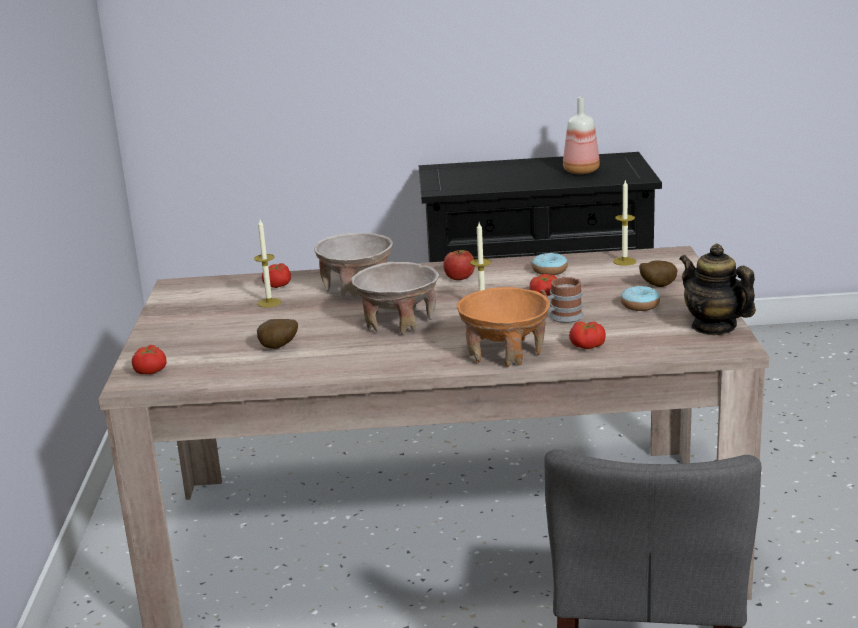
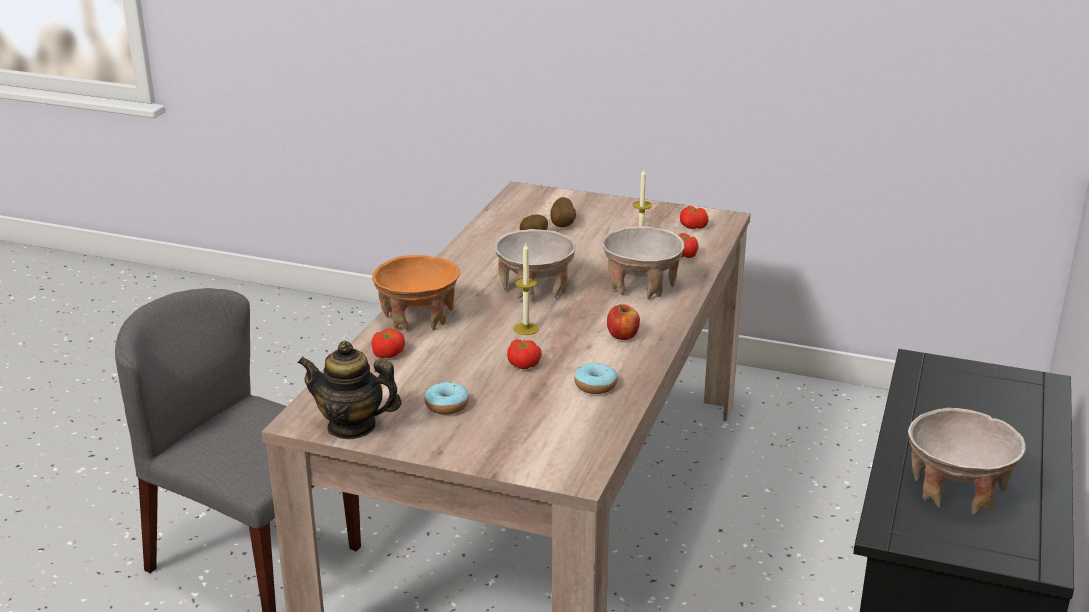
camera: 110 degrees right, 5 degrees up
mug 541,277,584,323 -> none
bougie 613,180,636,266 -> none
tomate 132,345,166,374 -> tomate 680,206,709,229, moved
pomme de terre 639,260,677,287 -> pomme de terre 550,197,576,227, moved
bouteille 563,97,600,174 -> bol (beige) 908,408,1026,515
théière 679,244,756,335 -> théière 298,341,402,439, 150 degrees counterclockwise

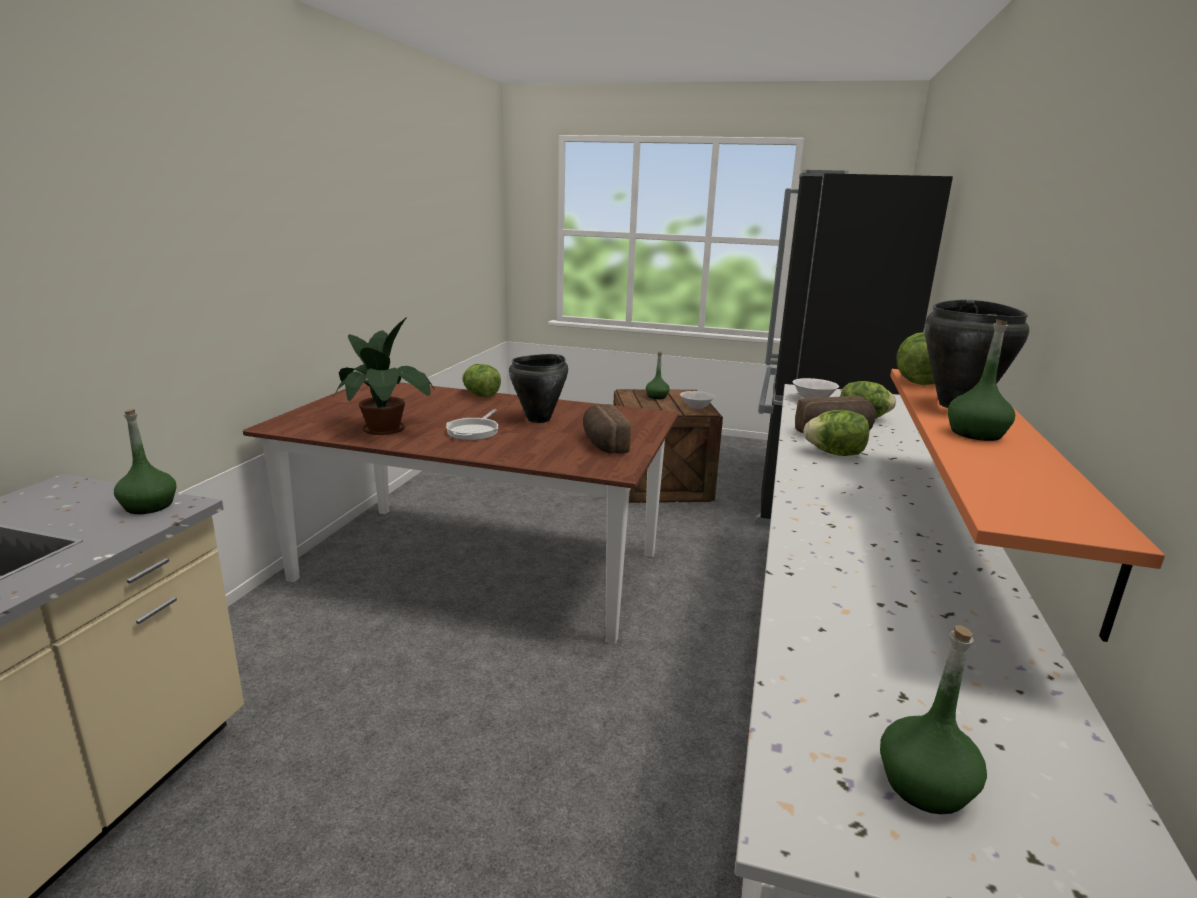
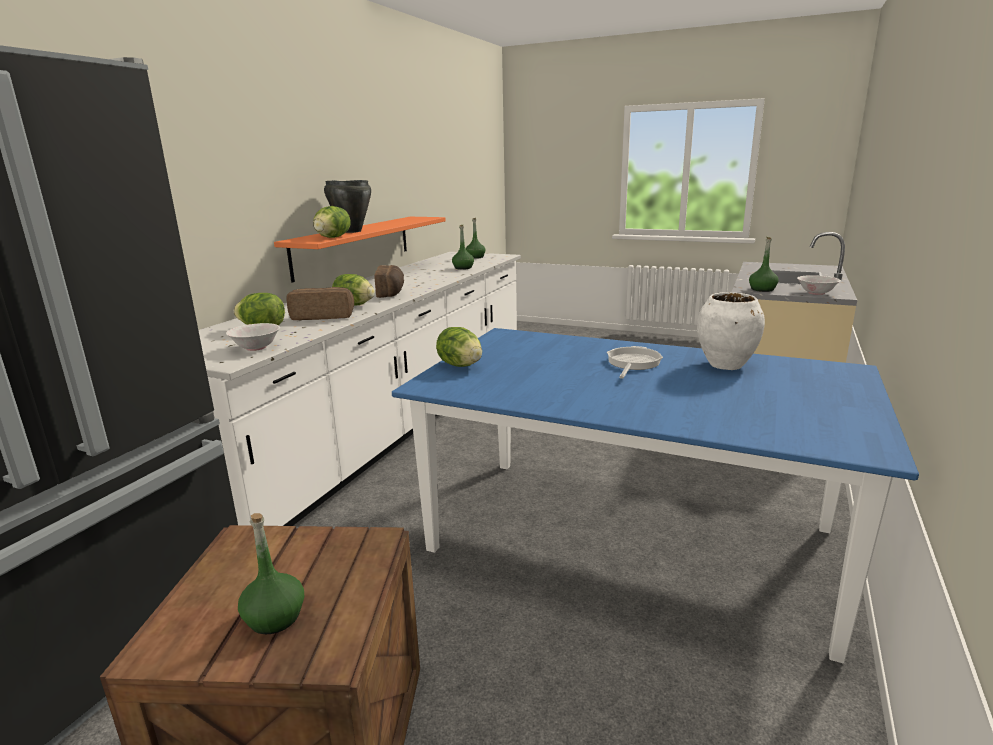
camera: 170 degrees left, 0 degrees up
marmite (noir) 509,354,568,423 -> none
laitue 462,364,501,397 -> laitue 436,327,482,367, moved
pain 583,404,631,454 -> pain 374,265,404,298, moved
bol (blanc) 680,391,715,410 -> bol (blanc) 797,275,841,295, moved
bouteille (vert) 947,319,1015,441 -> bouteille (vert) 452,225,474,270, moved
plante en pot 334,318,434,435 -> vase (blanc) 697,292,765,370
table à manger (marron) 243,380,678,644 -> table à manger (bleu) 392,328,919,664

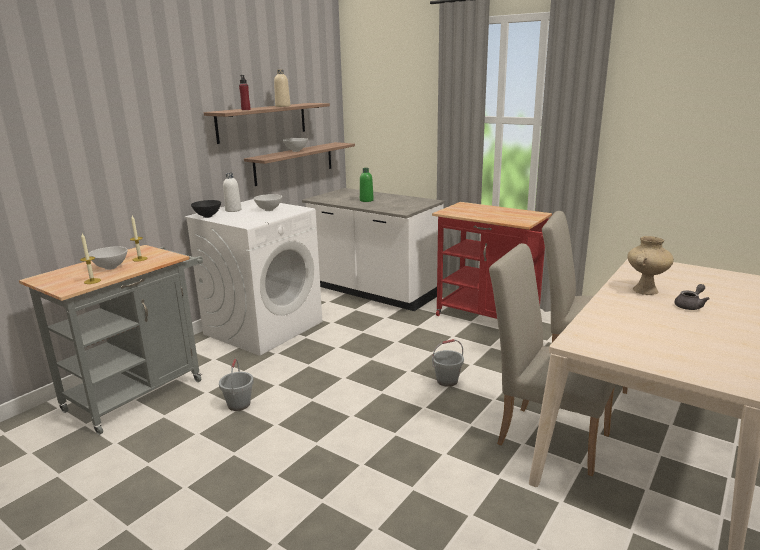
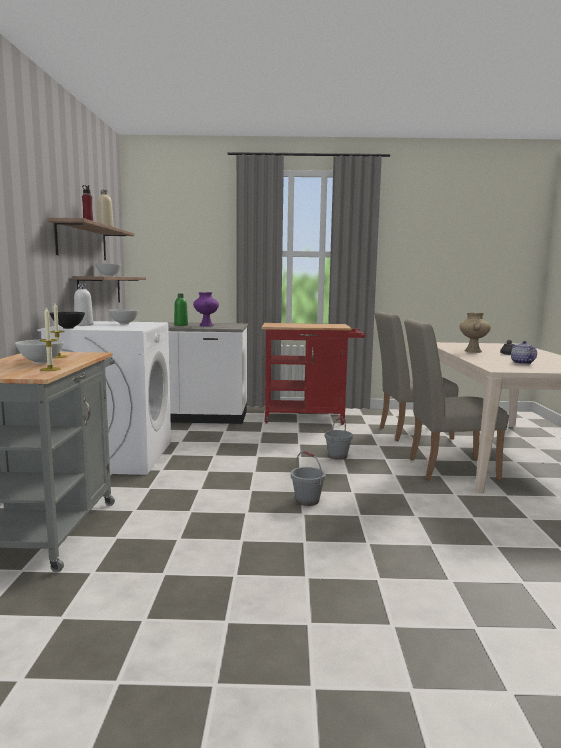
camera: 35 degrees left, 10 degrees down
none -> vase (violet) 193,292,219,327
none -> théière 511,341,537,364
seau (gris) 219,359,254,411 -> seau (gris) 291,451,326,506, moved

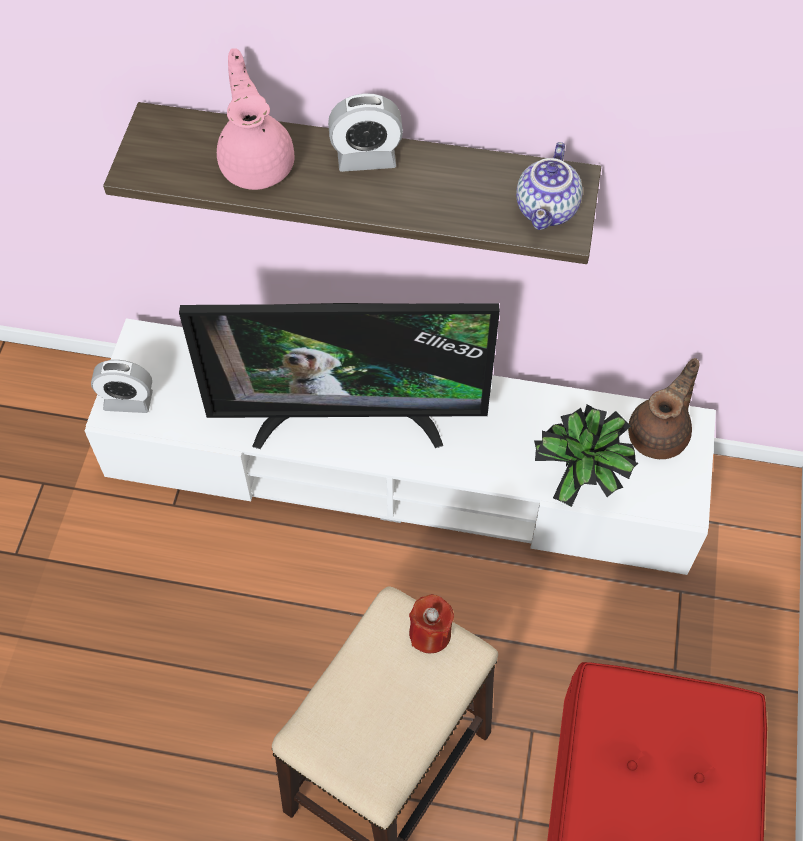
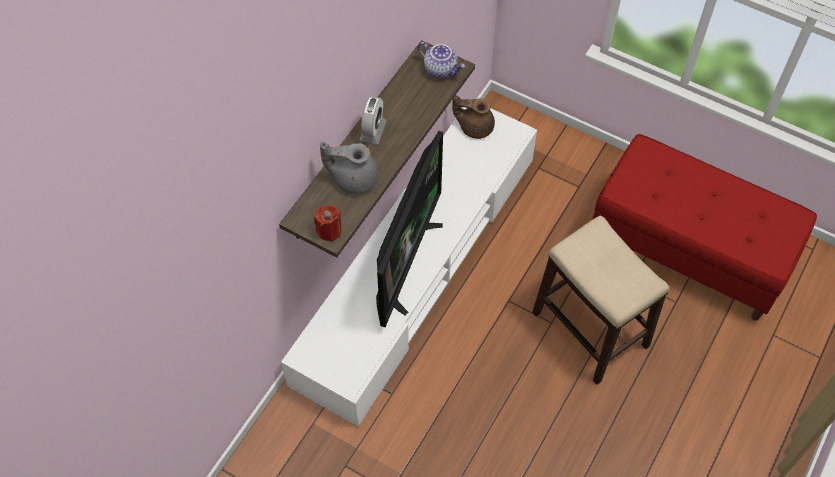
camera: 70 degrees left, 0 degrees up
réveil 91,360,153,413 -> none
plante en pot 534,404,638,507 -> none
bougie (rouge) 409,594,454,653 -> bougie (rouge) 314,205,342,241, moved
théière (rose) 217,48,294,190 -> théière (gris) 320,142,379,194
théière (marron) 628,358,700,459 -> théière (marron) 452,95,495,139, 45 degrees counterclockwise

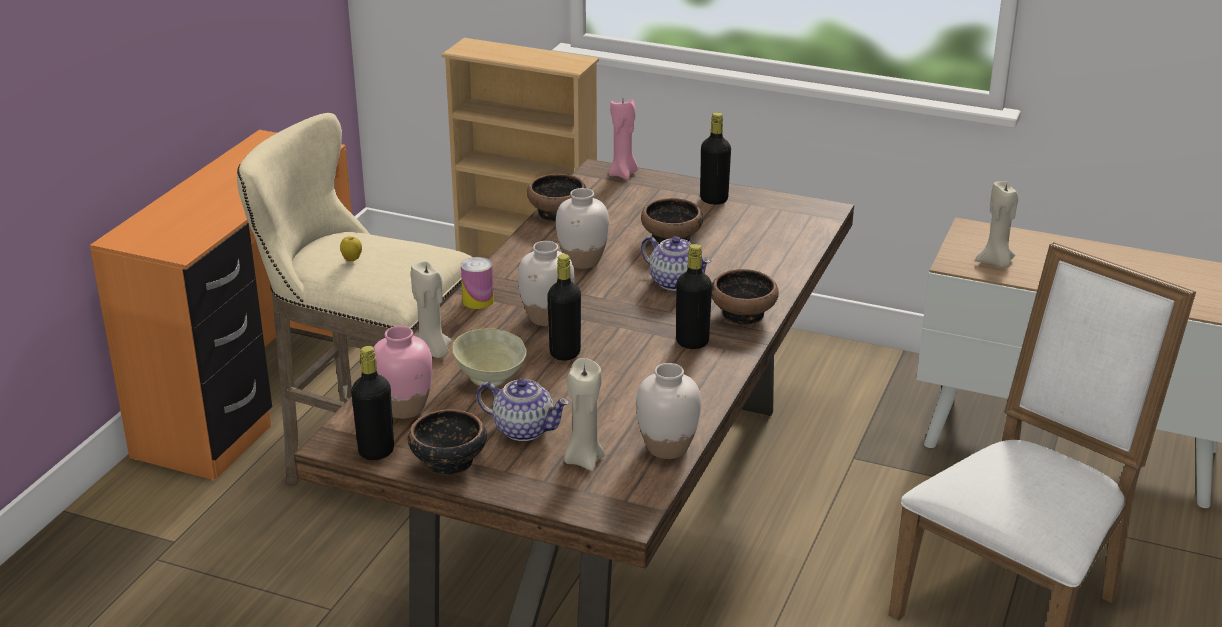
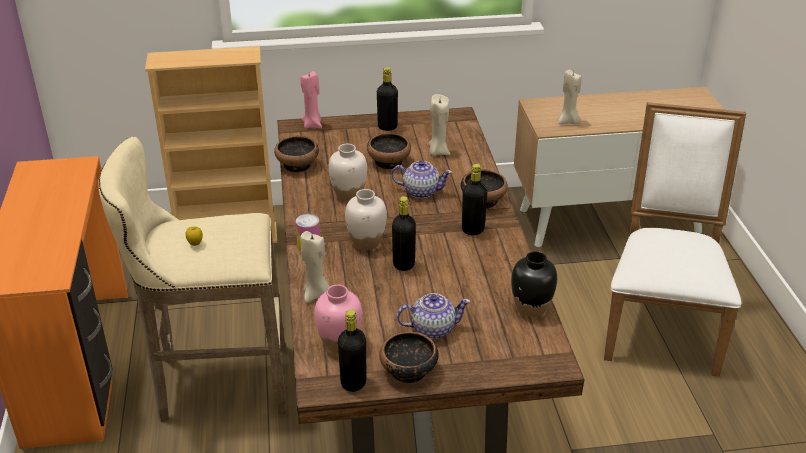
camera: 30 degrees left, 5 degrees up
bol (beige) 452,328,527,386 -> none
bougie (beige) 564,358,605,471 -> bougie (beige) 429,94,450,156, moved
vase (blanc) 636,363,701,459 -> vase (noir) 511,251,557,317

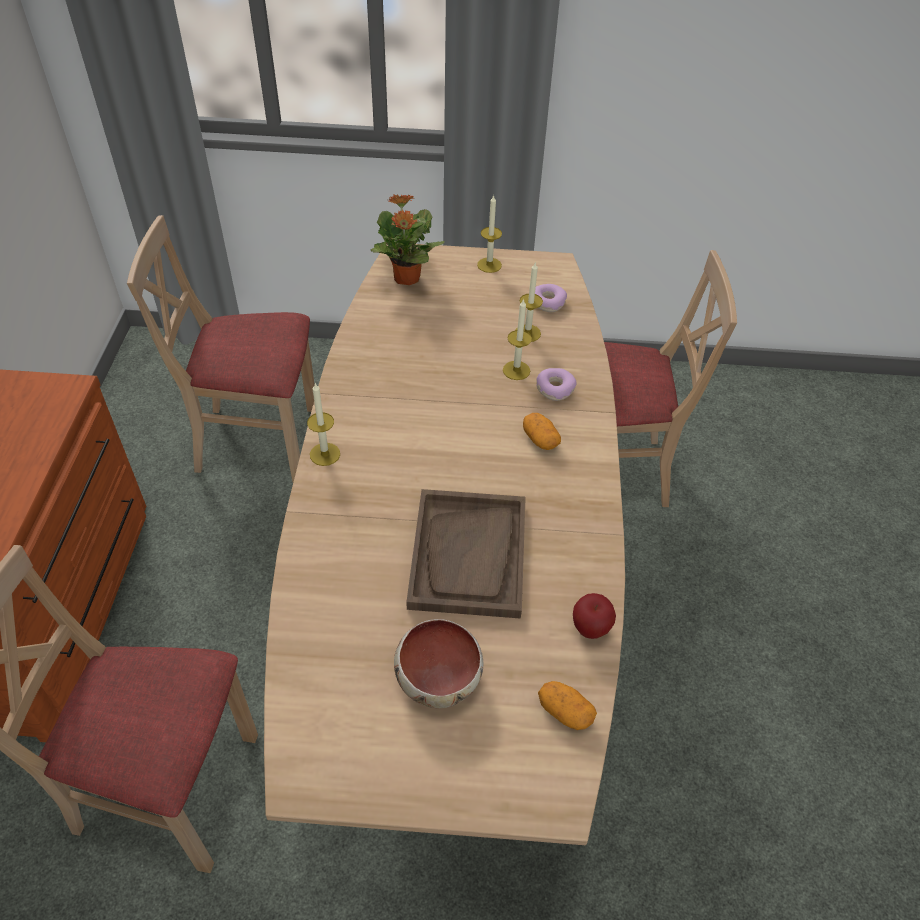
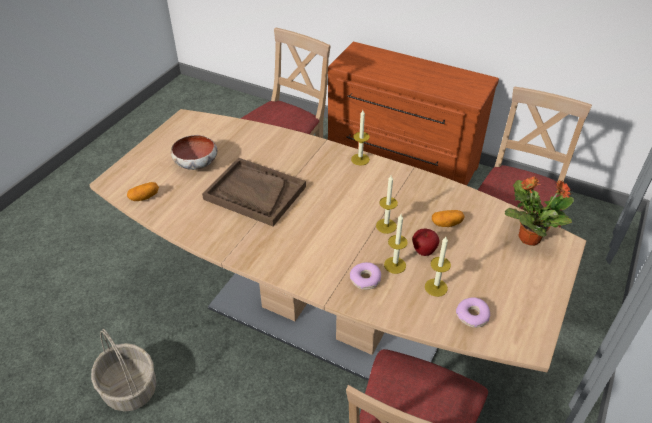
camera: 115 degrees right, 5 degrees down
none -> panier 91,329,156,412
bougie 477,195,502,273 -> bougie 376,175,398,234, moved
pomme de terre 523,413,561,450 -> pomme de terre 432,210,465,227, moved
pomme 573,593,616,639 -> pomme 412,229,440,256, moved

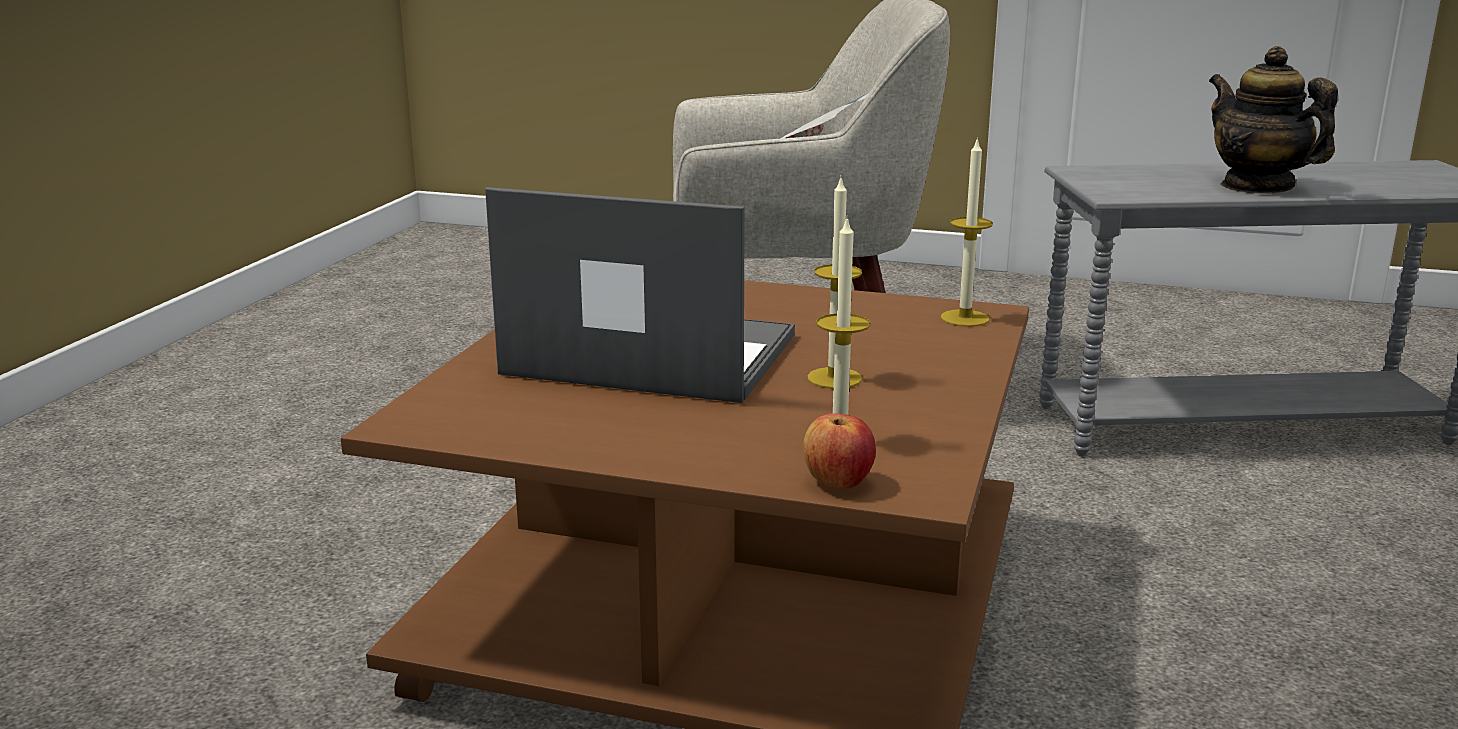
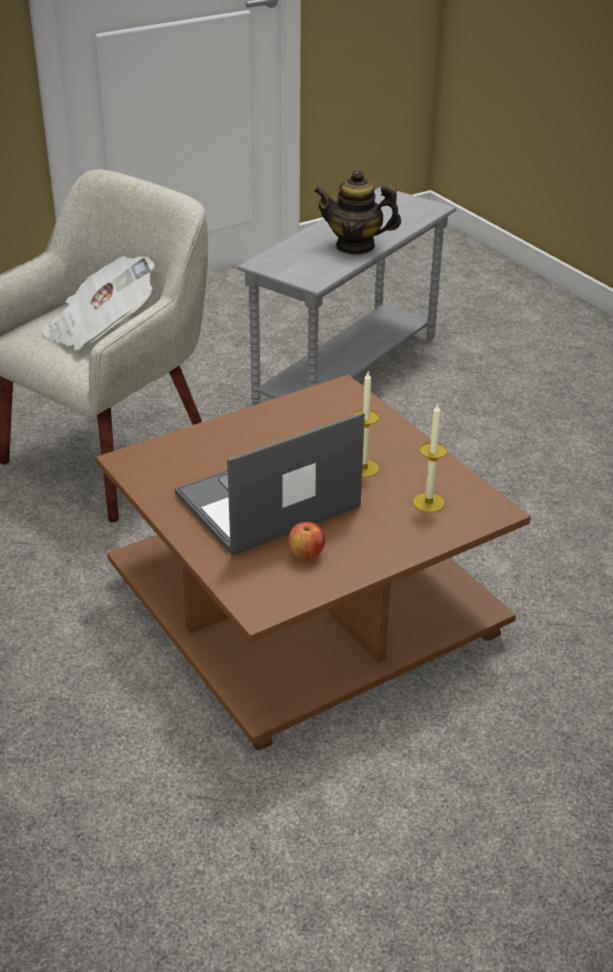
camera: 50 degrees left, 15 degrees up
bougie 941,137,993,327 -> none
pomme 803,413,876,489 -> pomme 288,522,325,559, moved

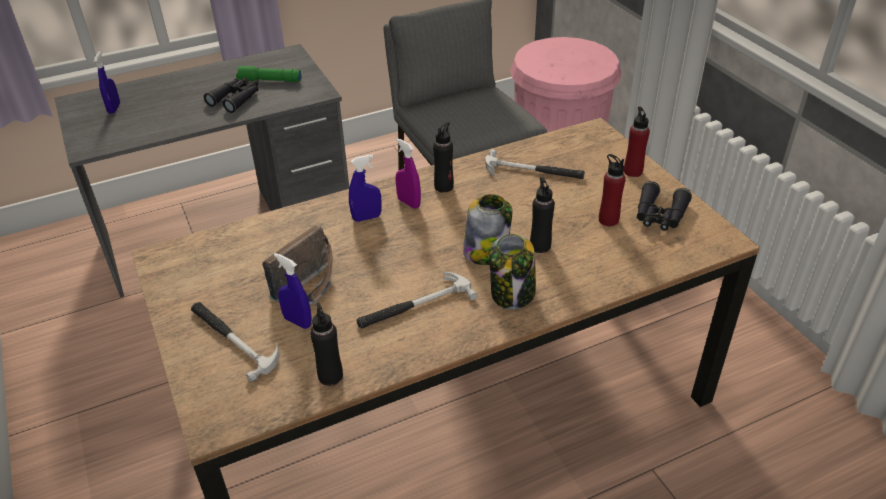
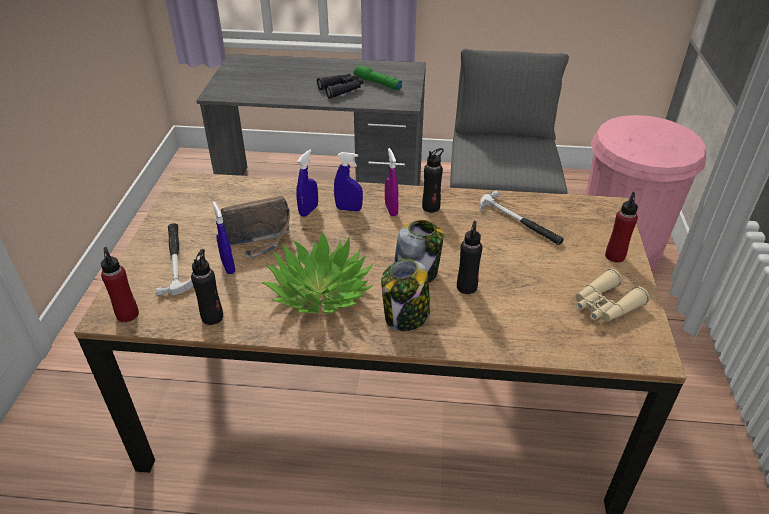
camera: 30 degrees right, 0 degrees up
vaporisateur (bleu) 94,50,120,114 -> vaporisateur (bleu) 296,150,318,217, moved
bouteille (rouge) 599,154,626,226 -> bouteille (rouge) 101,247,139,322, moved
marteau 356,272,478,328 -> plante en pot 261,231,373,313
jumelles (noir) 637,181,692,231 -> jumelles (beige) 576,269,650,322

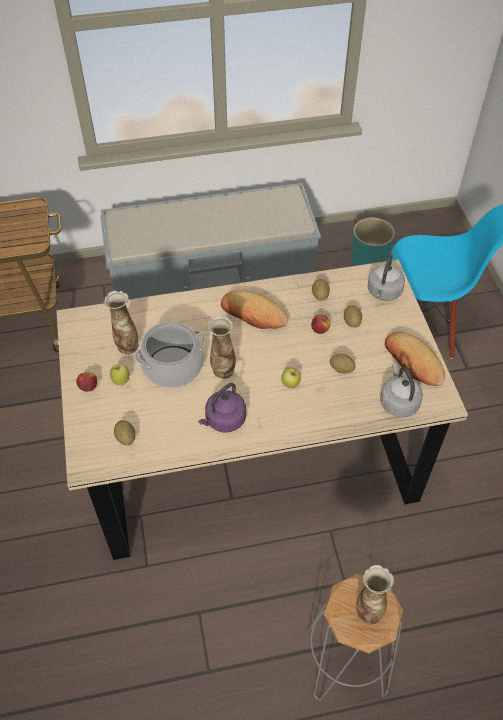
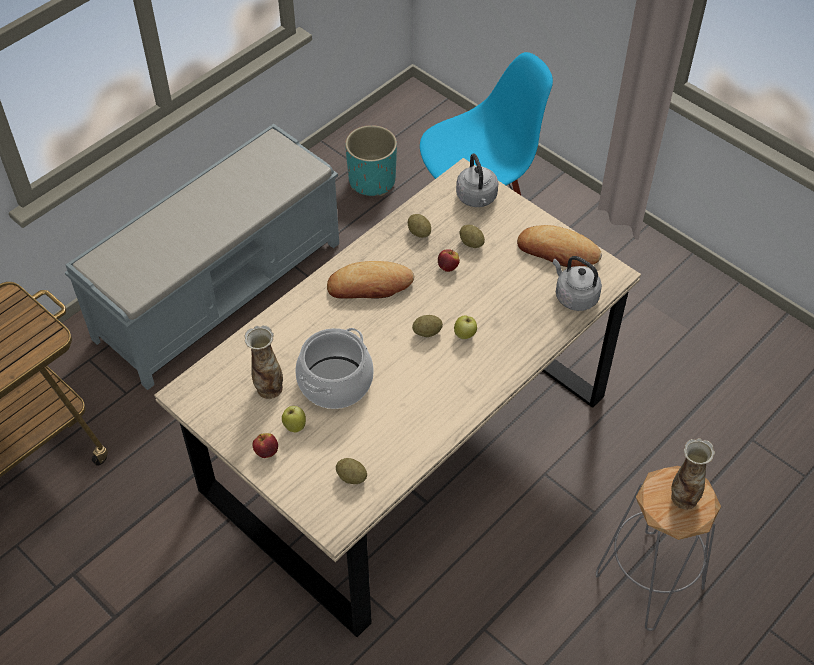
camera: 35 degrees left, 0 degrees up
bouilloire (violet) 198,383,246,432 -> none
vase 208,316,236,379 -> none
pomme de terre 330,354,355,373 -> pomme de terre 412,315,443,337, moved

